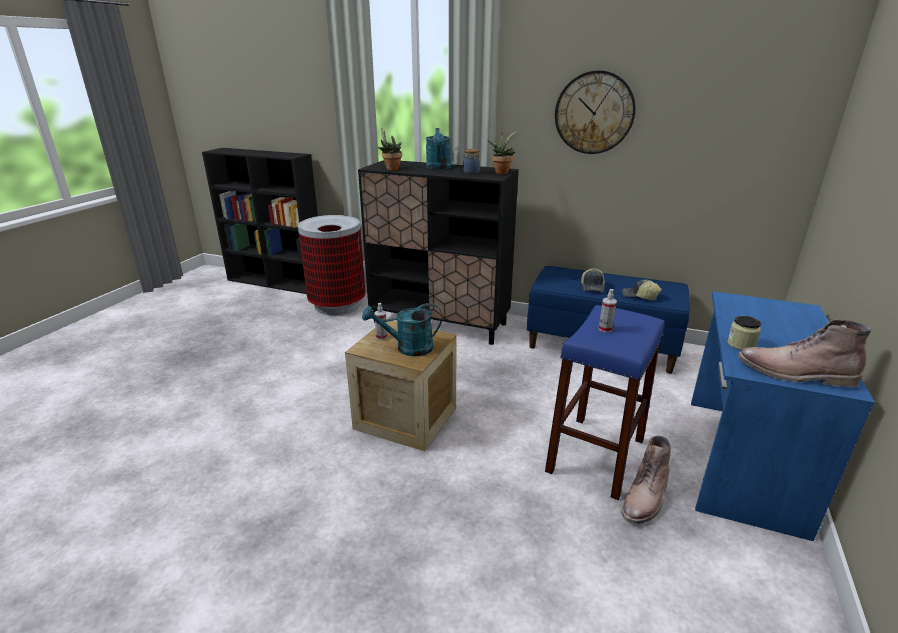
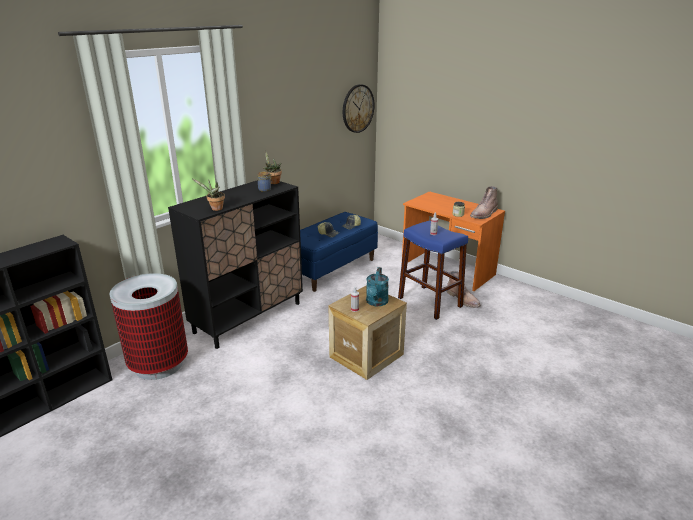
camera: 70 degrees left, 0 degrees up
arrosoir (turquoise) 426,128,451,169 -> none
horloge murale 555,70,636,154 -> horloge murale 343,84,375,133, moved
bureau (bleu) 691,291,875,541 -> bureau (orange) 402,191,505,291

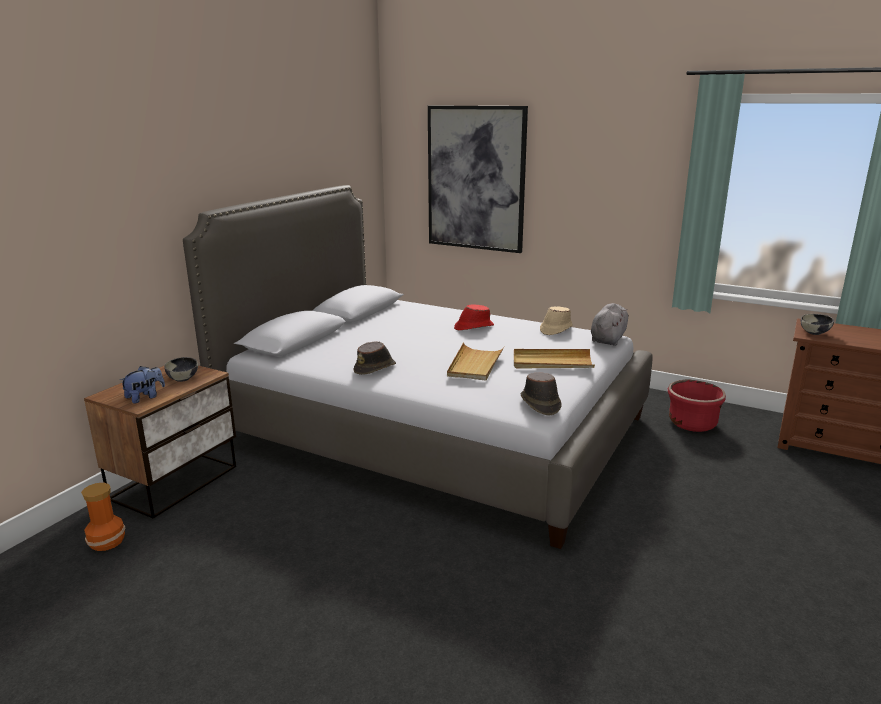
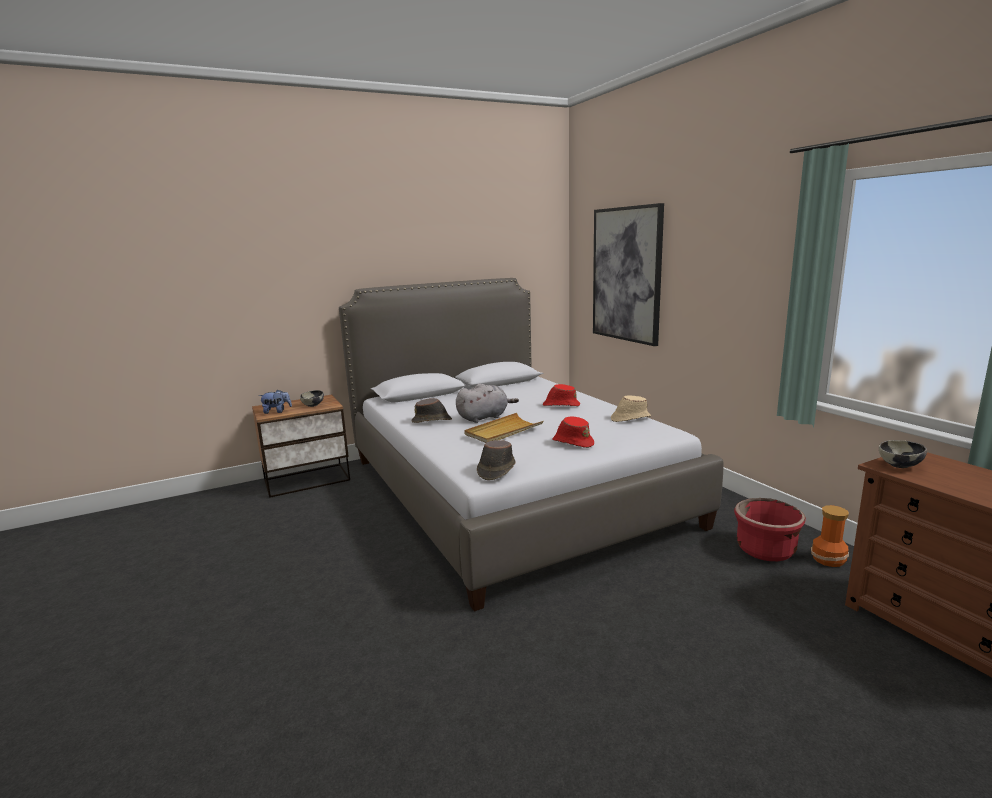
camera: 35 degrees right, 5 degrees down
vase 81,483,126,551 -> vase 811,505,849,567, moved
peluche (gris) 591,303,629,346 -> peluche (gris) 456,383,519,423, moved
plateau (beige) 514,349,595,369 -> chapeau (rouge) 552,416,594,448

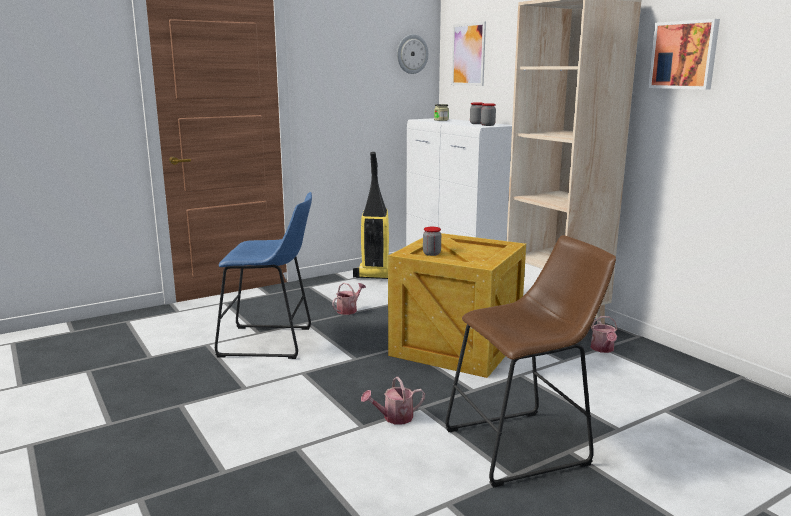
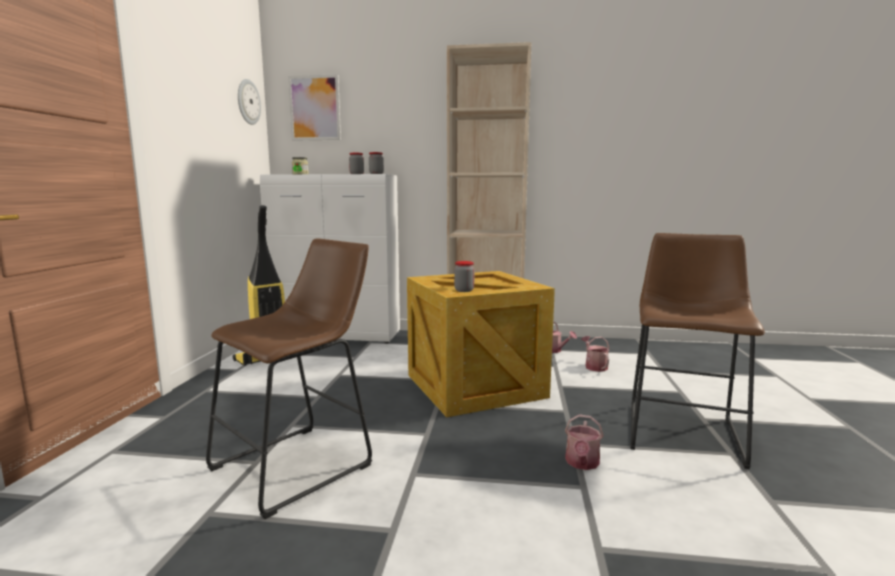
camera: 50 degrees left, 5 degrees down
tableau 648,19,720,90 -> none
arrosoir 332,283,366,315 -> arrosoir 581,336,609,372, moved
tabouret (bleu) 215,192,312,359 -> tabouret (marron) 206,238,372,519

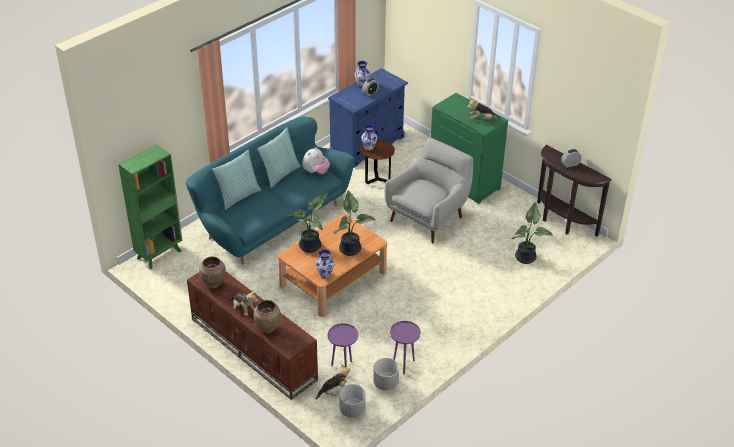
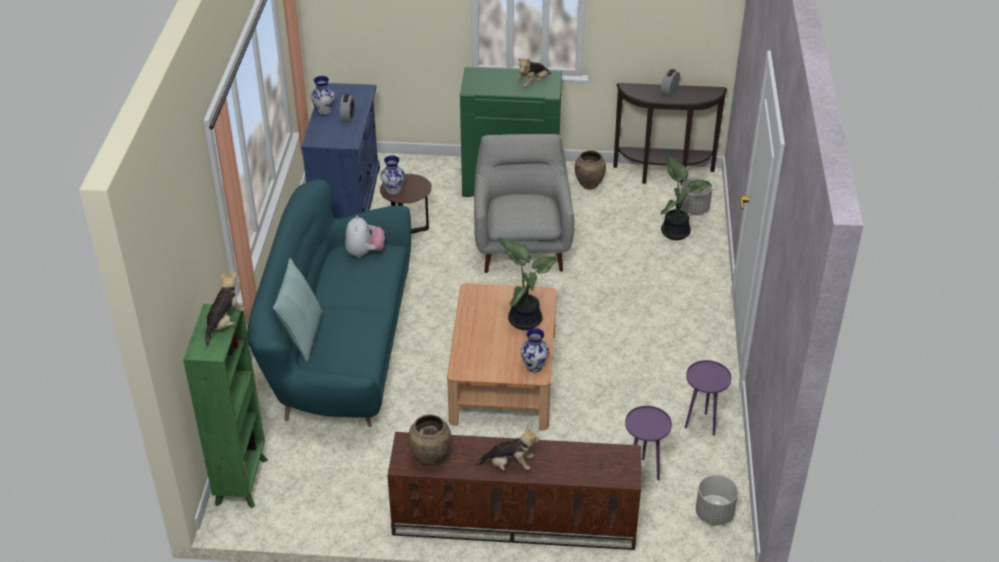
camera: 40 degrees left, 0 degrees up
coussin 257,128,301,188 -> none
plante en pot 288,193,328,253 -> none
vase (marron) 253,300,281,333 -> vase (marron) 575,150,606,190, moved
peluche 316,364,350,400 -> peluche 205,272,245,346, moved
cache-pot (gris) 373,358,399,390 -> cache-pot (gris) 680,177,713,215, moved

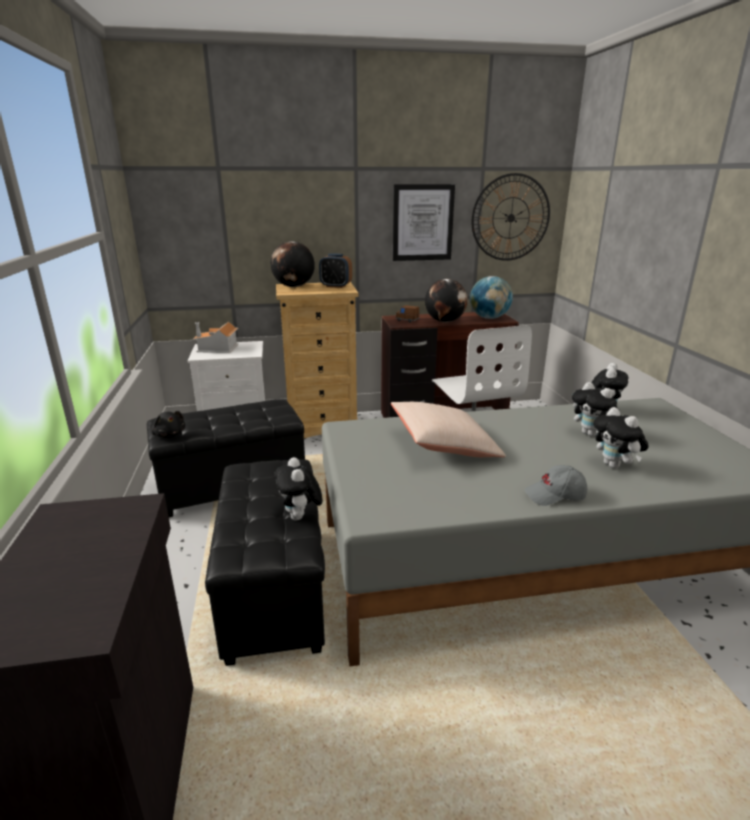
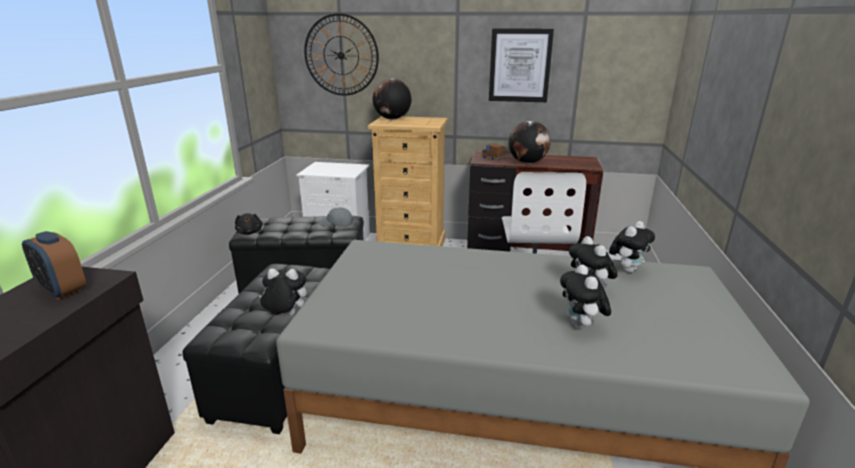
camera: 20 degrees right, 0 degrees up
maison miniature 193,322,239,353 -> none
coussin (beige) 391,402,506,457 -> none
globe 470,276,513,319 -> none
réveil 319,253,352,288 -> réveil 22,231,86,300, moved
horloge murale 471,173,550,261 -> horloge murale 304,13,379,96, moved
casquette (gris) 524,465,587,506 -> casquette (gris) 319,207,353,227, moved
peluche 274,457,322,520 -> peluche 259,269,307,316, 90 degrees clockwise

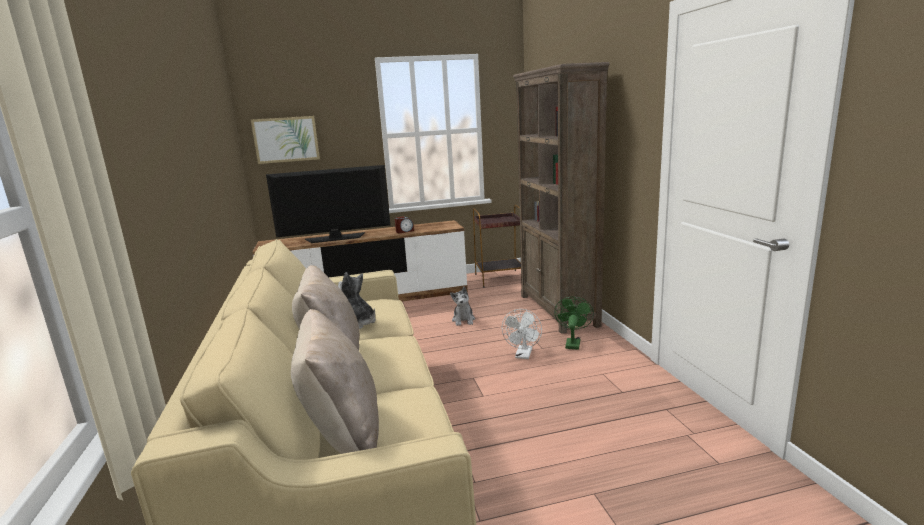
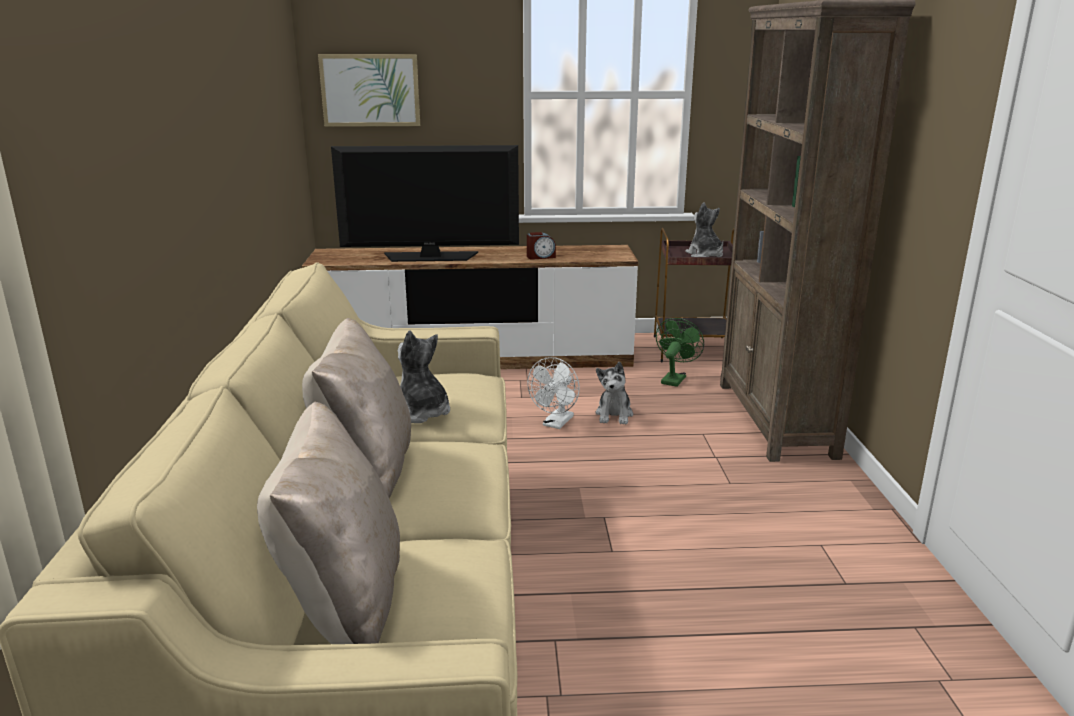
camera: 10 degrees right, 5 degrees up
none -> peluche 685,202,723,257
ventilateur (blanc) 501,309,542,359 -> ventilateur (blanc) 527,357,580,429, moved
ventilateur (vert) 554,297,594,350 -> ventilateur (vert) 656,318,704,387, moved

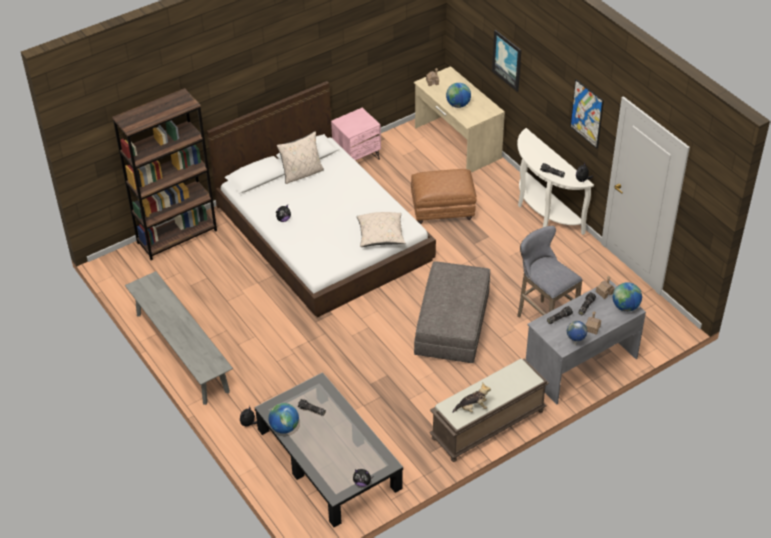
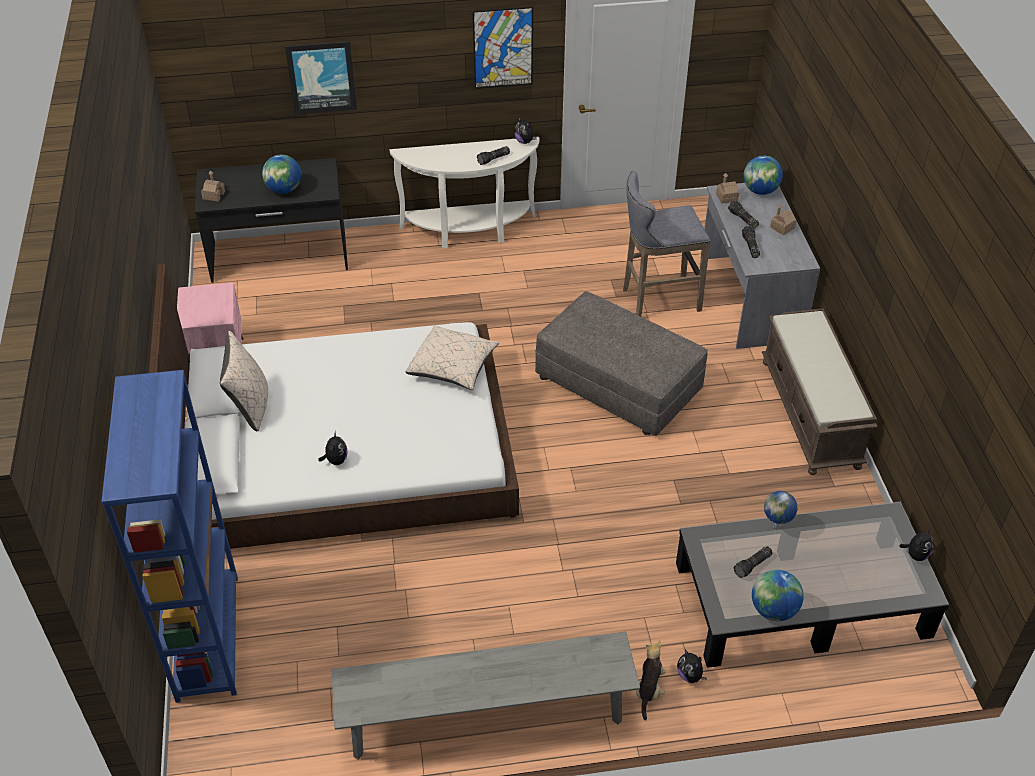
camera: 65 degrees left, 0 degrees up
pouf (marron) 411,169,477,224 -> none
peluche 452,383,491,413 -> peluche 636,641,665,720, moved
globe 567,321,587,346 -> globe 764,491,798,530, moved
bibliothèque (marron) 112,88,217,260 -> bibliothèque (bleu) 102,370,238,703
bureau (beige) 414,66,505,173 -> bureau (noir) 195,158,348,283

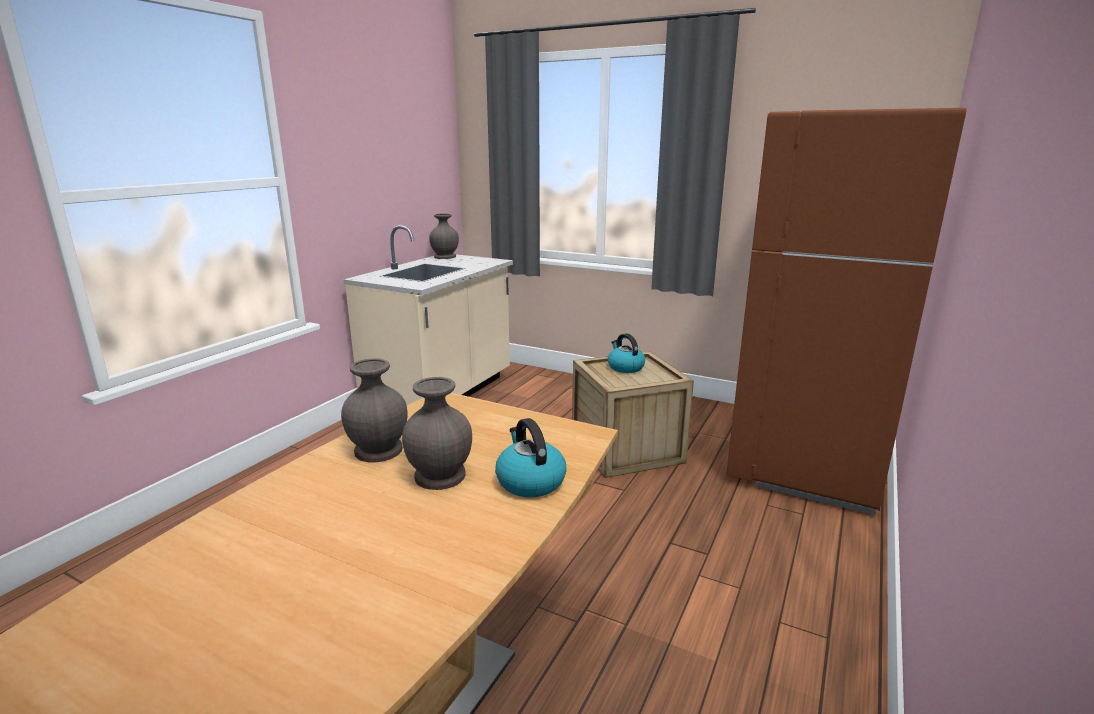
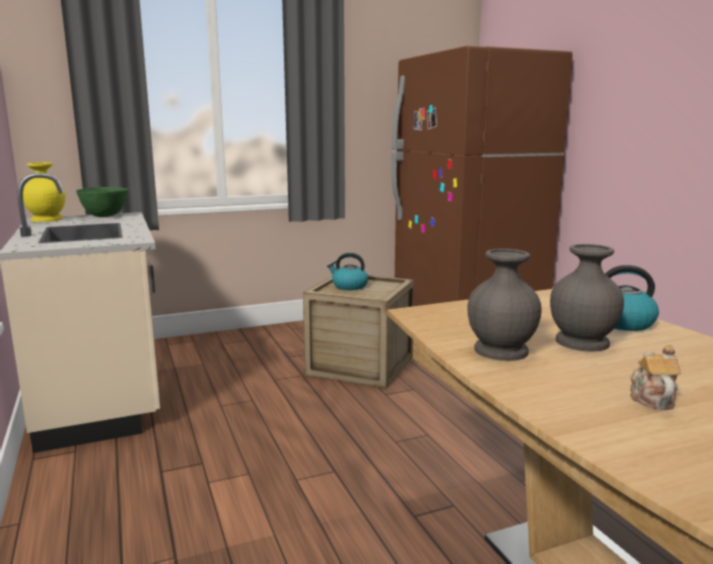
camera: 50 degrees left, 5 degrees down
none -> bol (vert) 76,187,129,217
none -> théière 630,345,681,410
vase (gris) 429,213,459,259 -> vase (jaune) 23,162,65,222

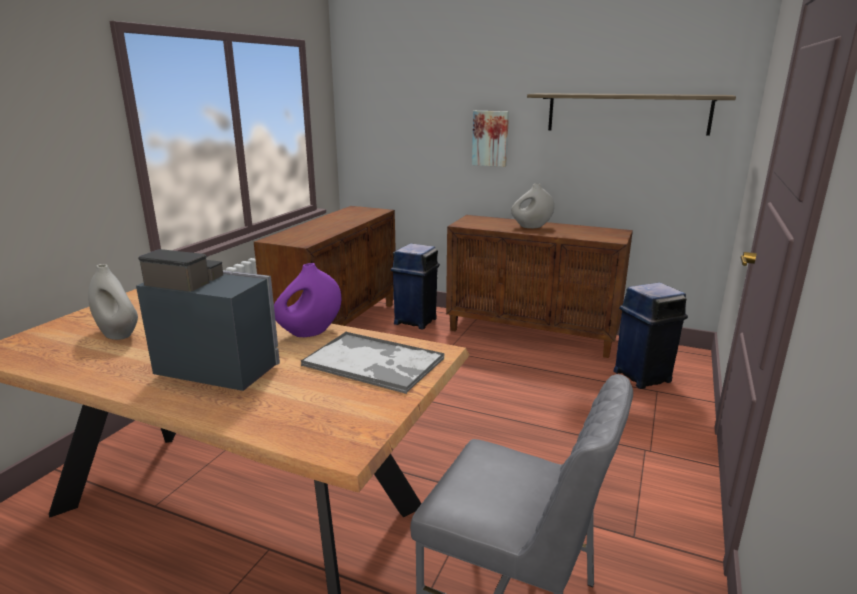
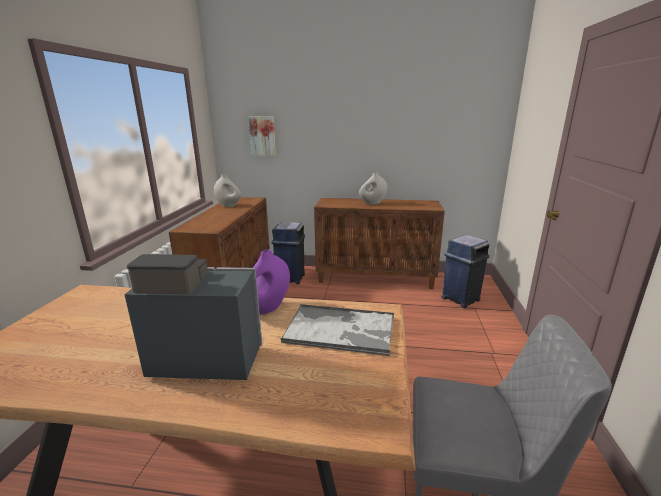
camera: 15 degrees left, 0 degrees up
étagère 527,93,736,136 -> none
vase (blanc) 88,264,138,340 -> vase (blanc) 214,174,241,207, moved
tableau 472,111,509,167 -> tableau 248,116,276,156, moved

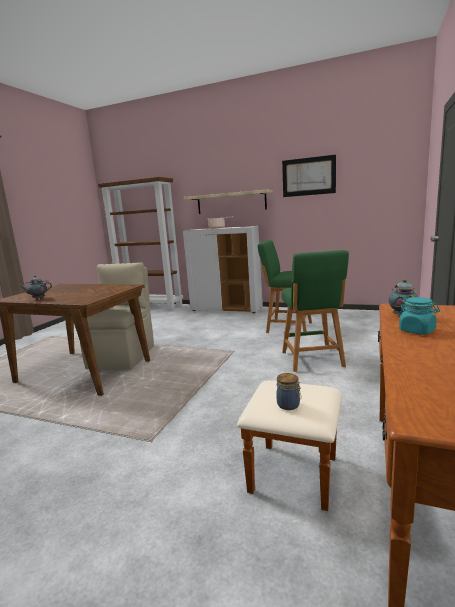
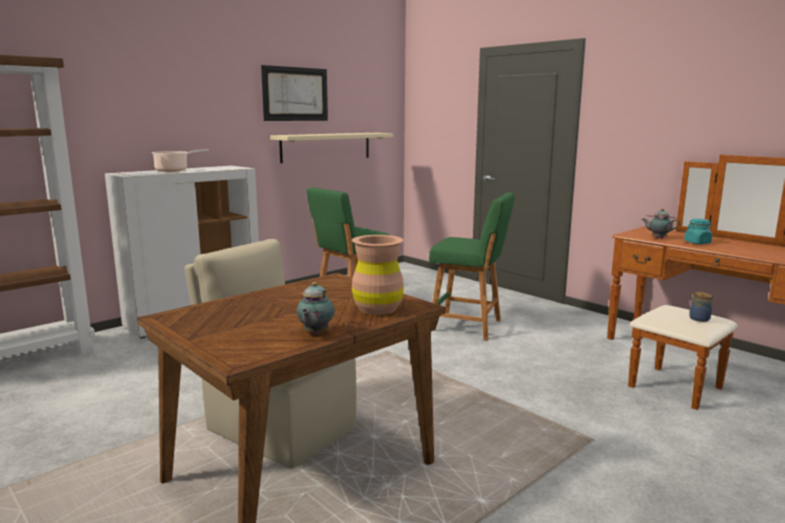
camera: 65 degrees left, 0 degrees up
none -> vase (marron) 352,235,404,315
étagère (beige) 184,190,273,214 -> étagère (beige) 270,133,393,163, moved

